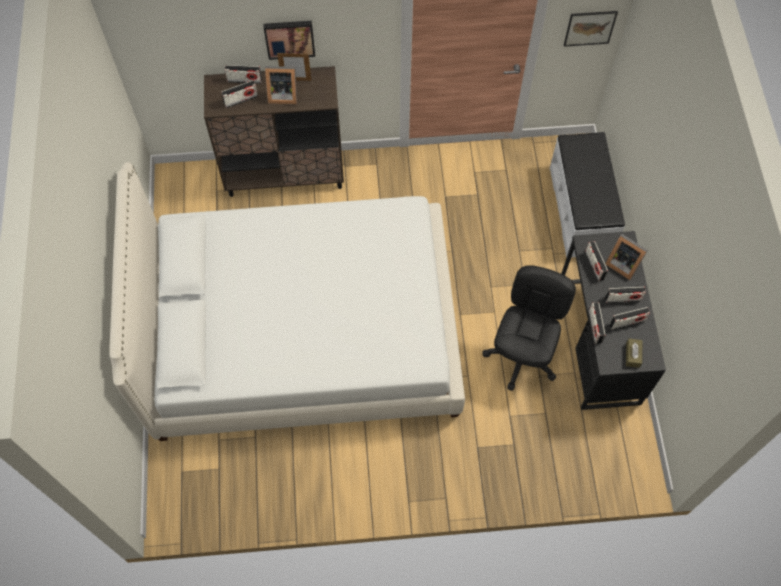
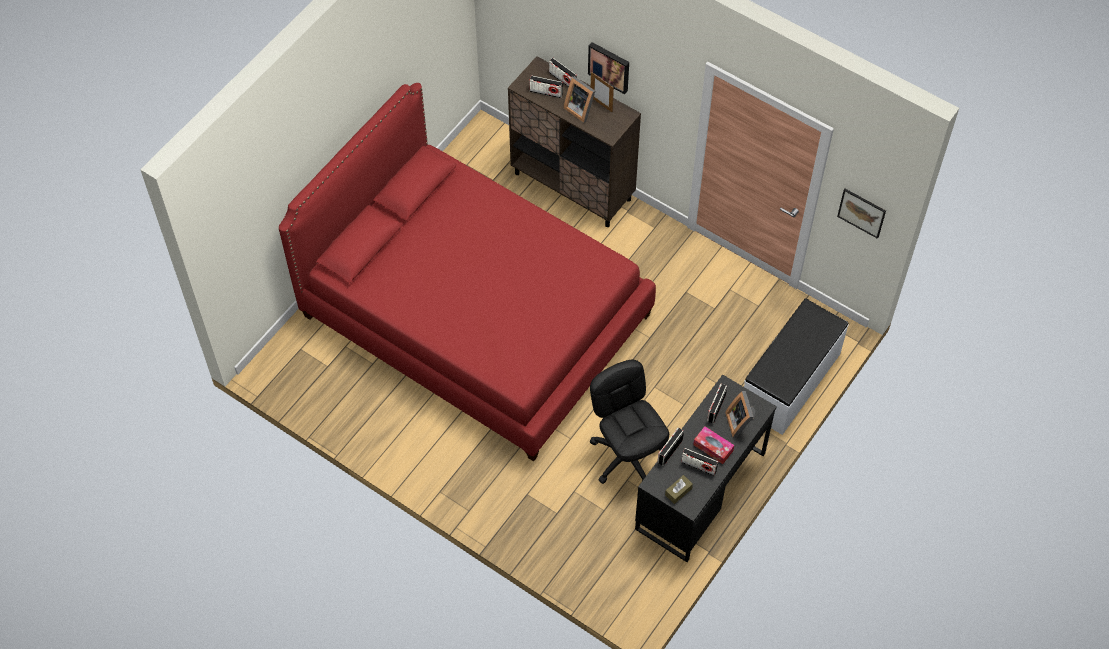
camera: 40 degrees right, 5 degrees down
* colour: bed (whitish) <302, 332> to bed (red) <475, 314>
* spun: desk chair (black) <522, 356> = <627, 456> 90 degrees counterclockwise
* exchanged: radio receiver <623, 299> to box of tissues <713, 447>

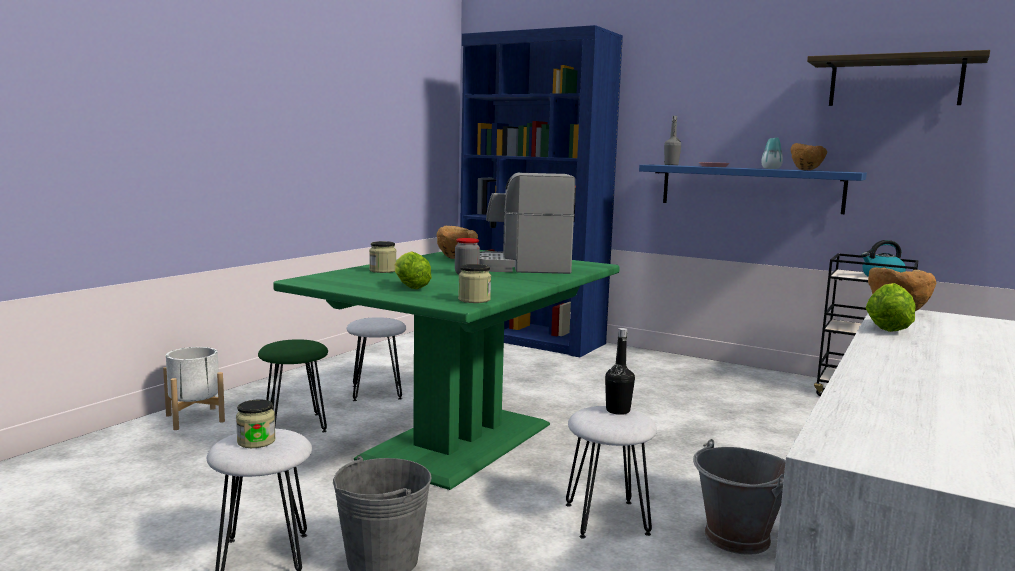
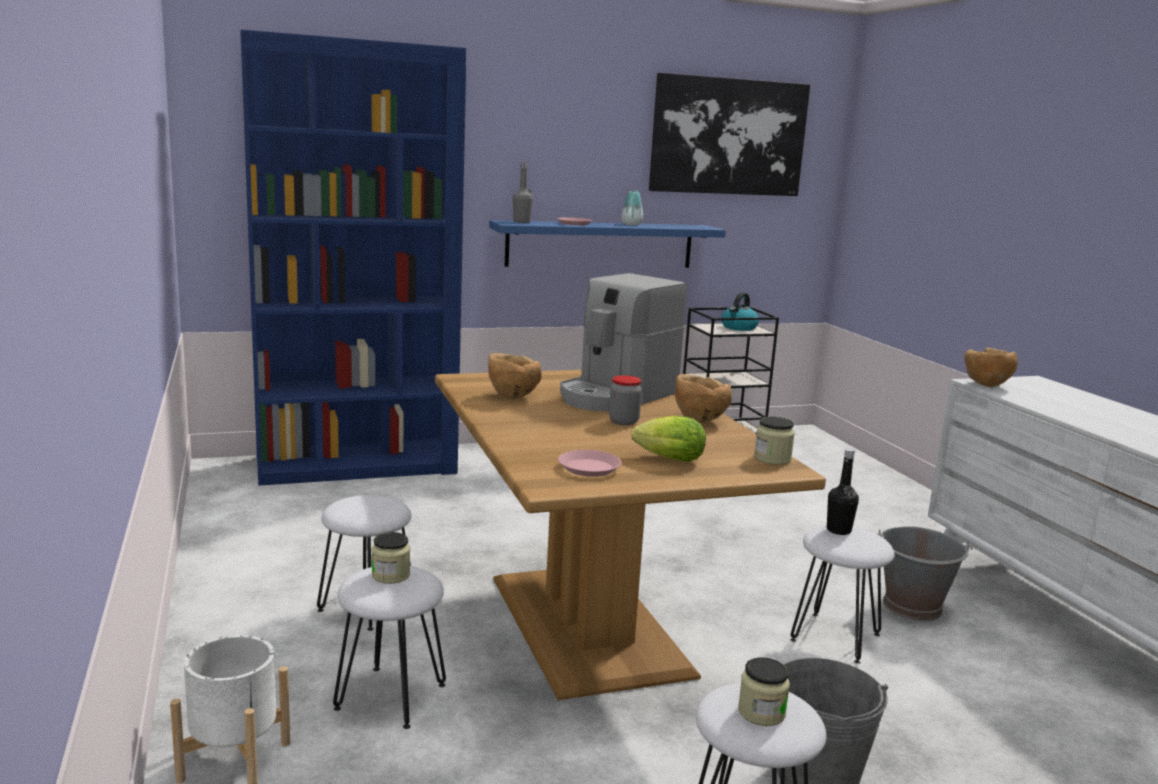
camera: 50 degrees left, 5 degrees up
* exchanged: bracket shelf <895, 82> to wall art <728, 136>
* relocated: deep dish (brownish) <806, 170> to <699, 420>
* relocated: jar <383, 270> to <390, 575>
* colour: dining table (green-coloured) <461, 442> to dining table (brownish) <590, 624>
* missing: lettuce head <887, 327>
* colour: stool (green-coloured) <295, 425> to stool (whitish) <389, 696>
* appeared: dinner plate (pinkish) <589, 468>

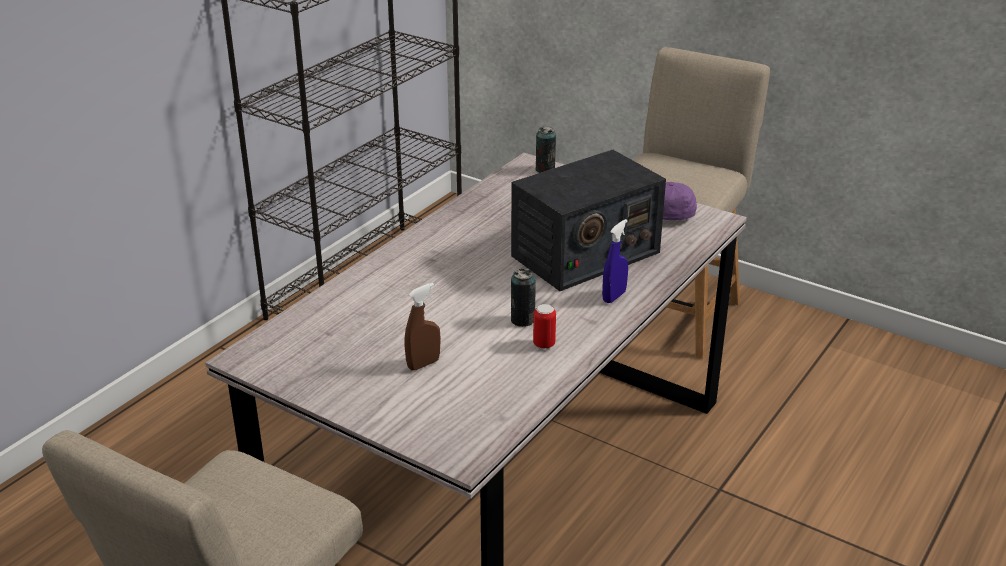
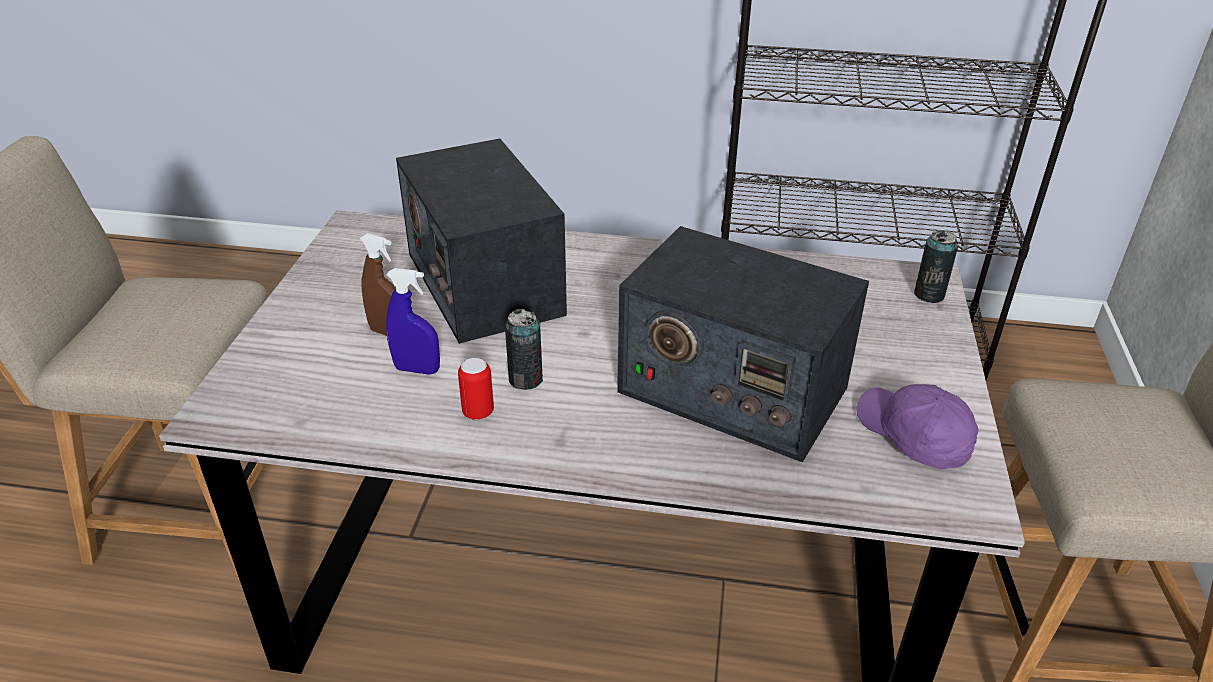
camera: 65 degrees right, 5 degrees up
* relocated: sprayer (blue-coloured) <614, 297> to <417, 369>
* appeared: radio receiver <483, 283>

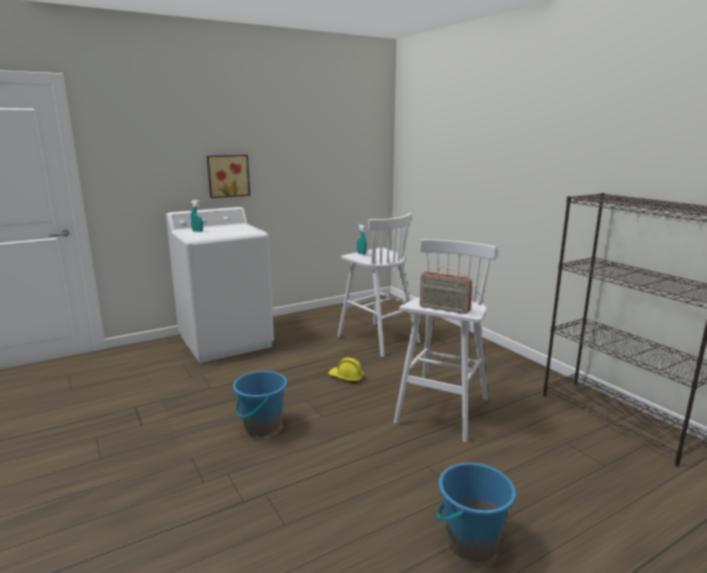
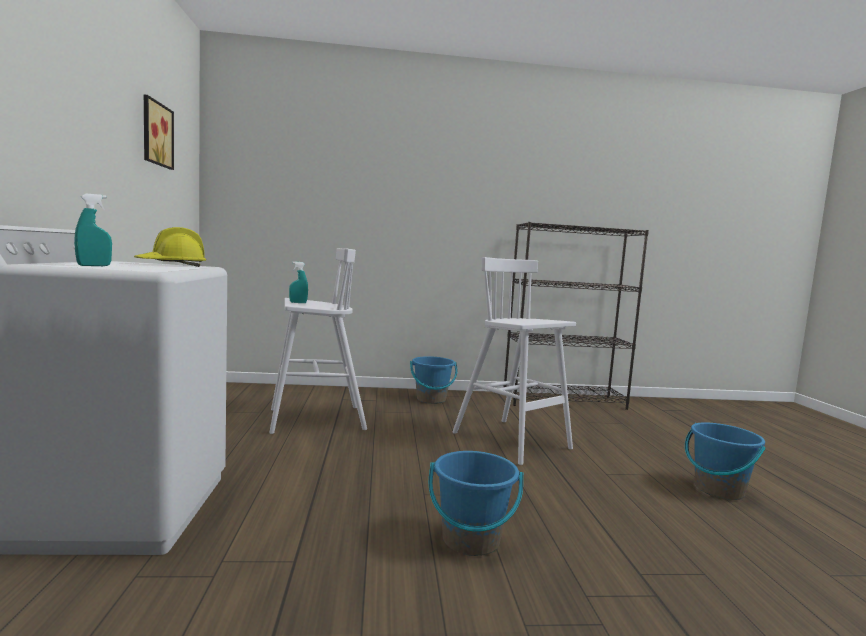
camera: 65 degrees left, 10 degrees down
* relocated: wall art <228, 176> to <155, 134>
* missing: radio receiver <444, 309>
* relocated: hard hat (yellowish) <346, 377> to <171, 265>
* appeared: water bucket (blue-coloured) <431, 399>

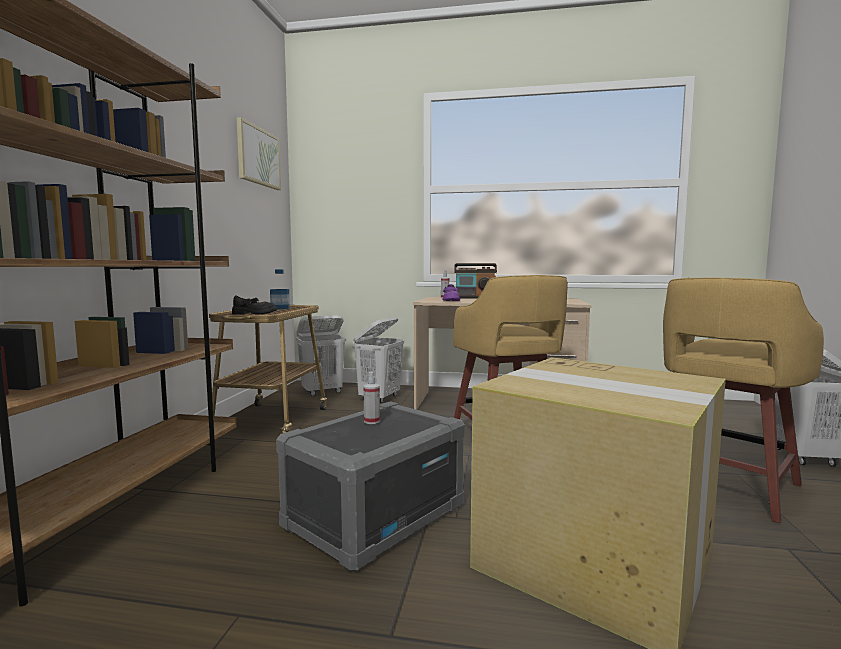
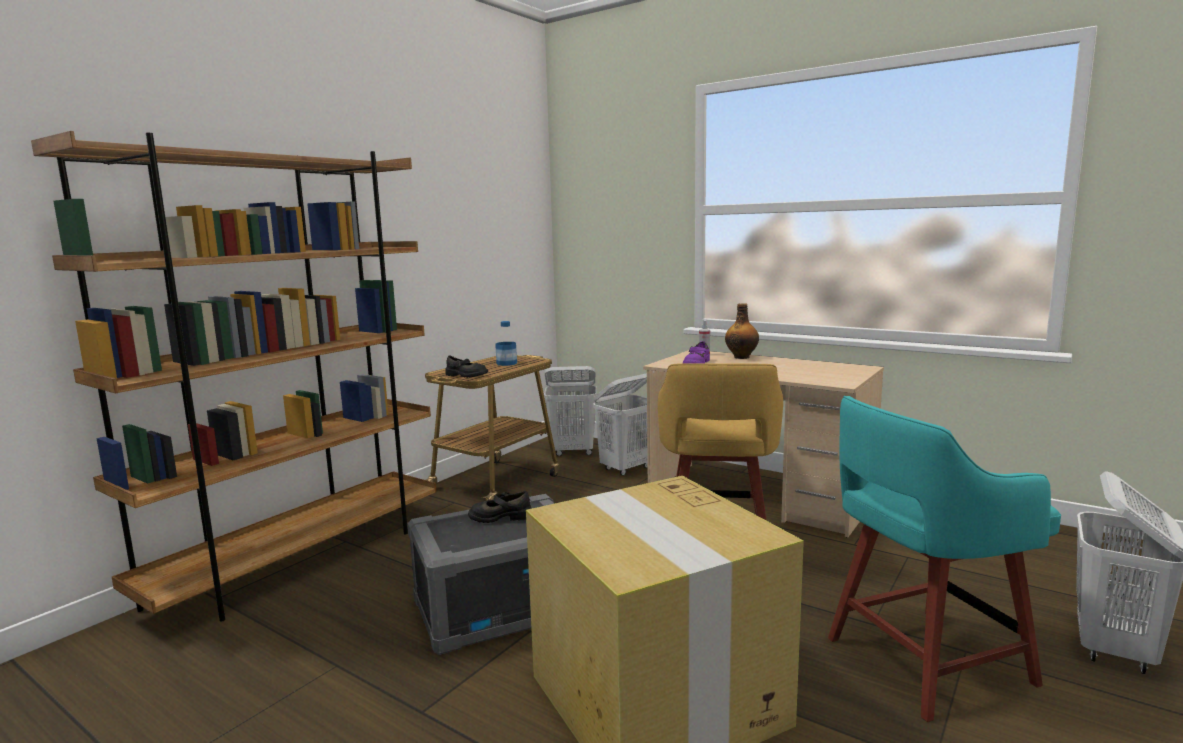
camera: 25 degrees right, 5 degrees up
* missing: wall art <258, 156>
* exchanged: radio receiver <475, 298> to bottle <742, 357>
* colour: stool (yellowish) <724, 485> to stool (turquoise) <922, 661>
* exchanged: sprayer <371, 421> to item of footwear (black) <500, 517>

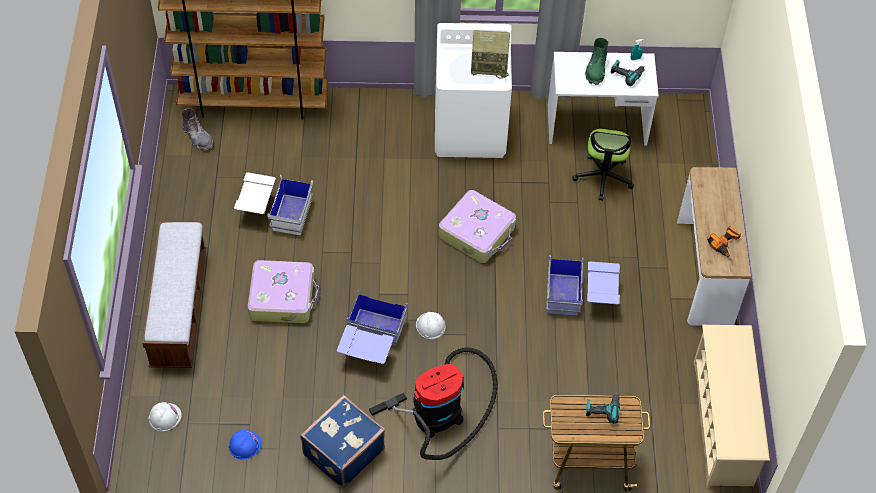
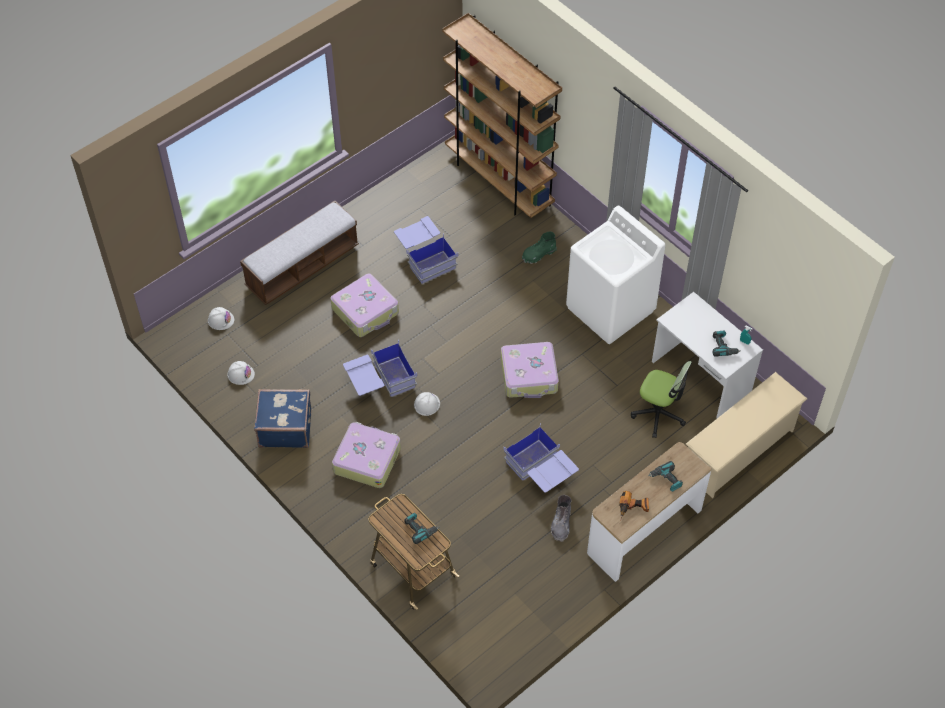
camera: 50 degrees right, 0 degrees up
* missing: radio receiver <490, 65>
* relocated: high-top boot (green-coloured) <596, 70> to <538, 254>
* relocated: high-top boot (greyish) <198, 137> to <561, 524>
* spun: desk chair <603, 177> = <658, 414> 120 degrees counterclockwise
* colour: storage container (whitish) <275, 212> to storage container (blue-coloured) <425, 258>
* relocated: shoe shelf (beige) <723, 423> to <738, 451>
* exchanged: hoover <442, 412> to piece of luggage <367, 459>
* colour: hard hat (blue-coloured) <245, 445> to hard hat (whitish) <240, 374>
* appeared: power drill <666, 479>

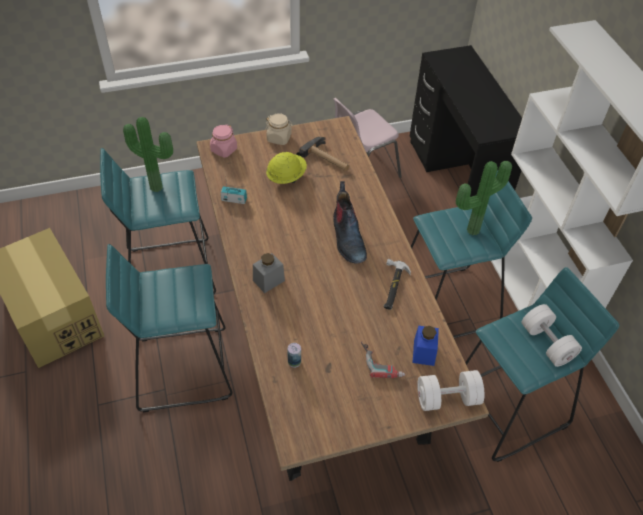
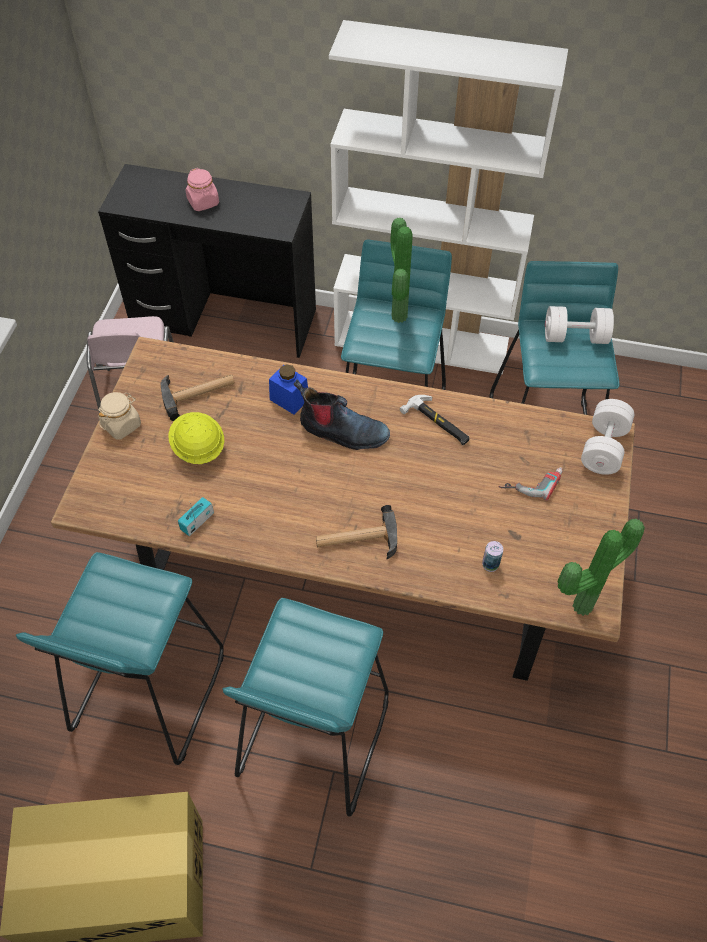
camera: 60 degrees left, 5 degrees up
* relocated: potted plant <157, 186> to <579, 603>
* relocated: jar (pinkish) <224, 150> to <203, 202>
* exchanged: jar (greyish) <268, 280> to hand hammer <357, 540>
* relocated: jar (blue-coloured) <424, 352> to <289, 399>

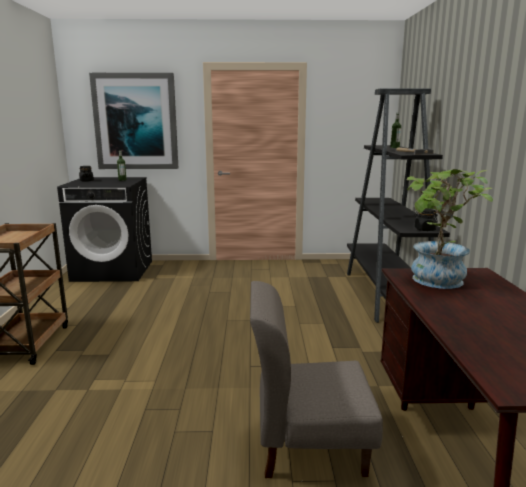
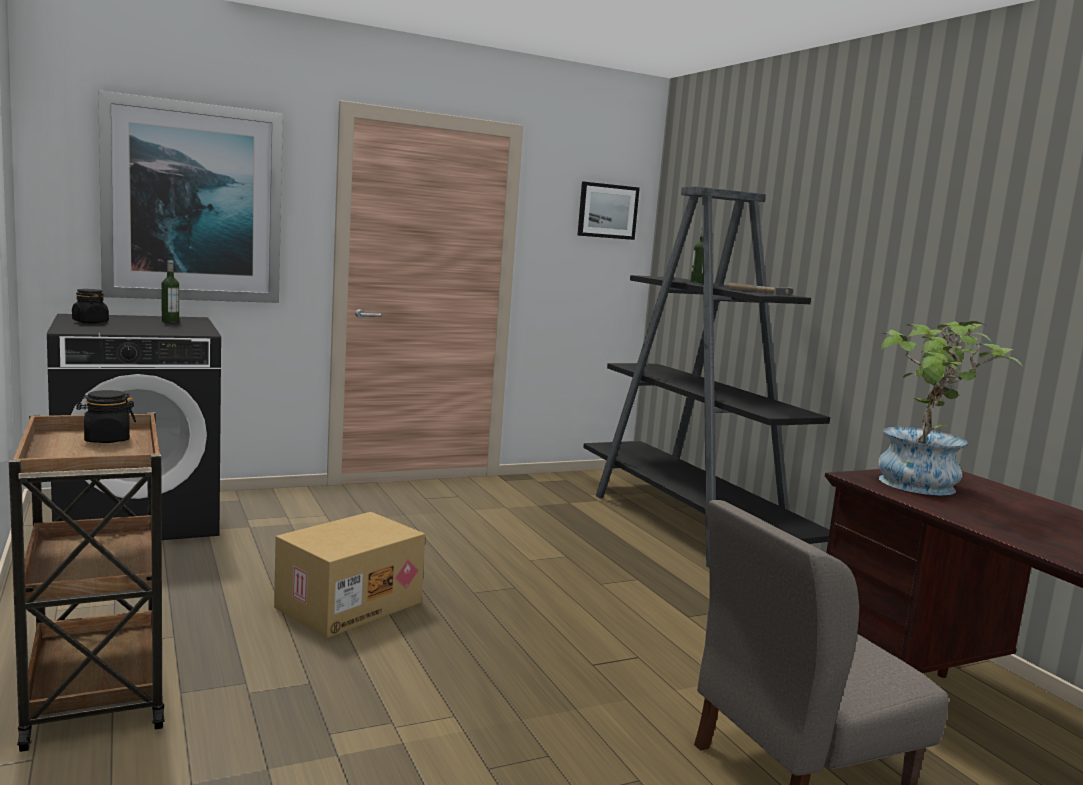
camera: 25 degrees left, 5 degrees down
* relocated: jar (black) <424, 229> to <107, 439>
* appeared: wall art <607, 211>
* appeared: carton <348, 604>

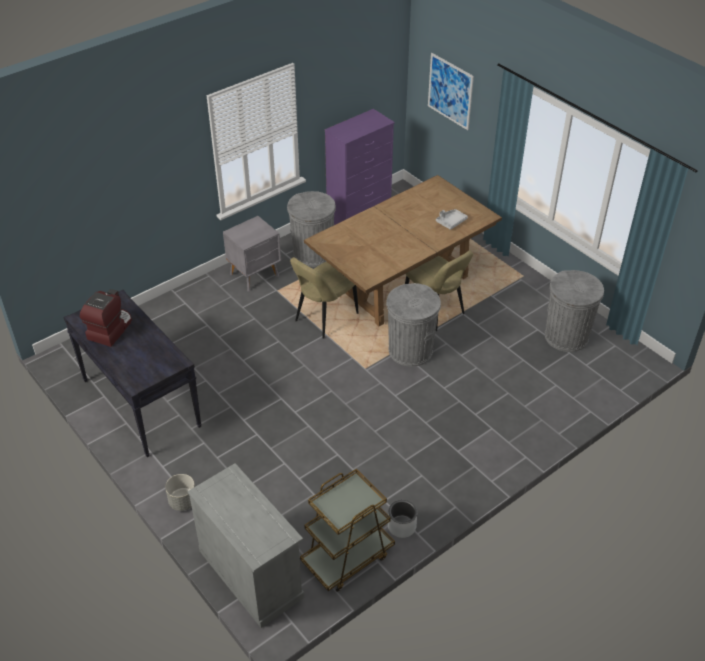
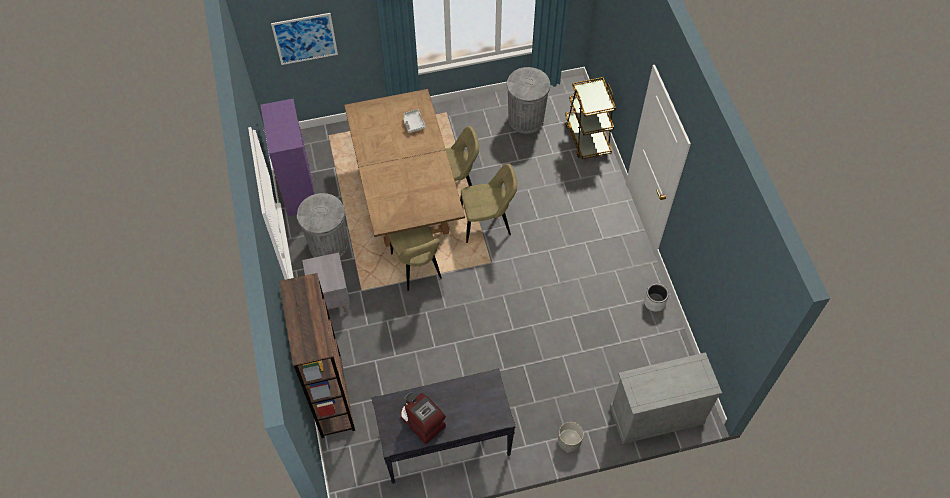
camera: 65 degrees left, 15 degrees up
* exchanged: waste bin (greyish) <410, 351> to chair (beige) <487, 223>
* relocated: cart (brownish) <347, 557> to <587, 138>
* appeared: bookshelf (brownish) <331, 396>

